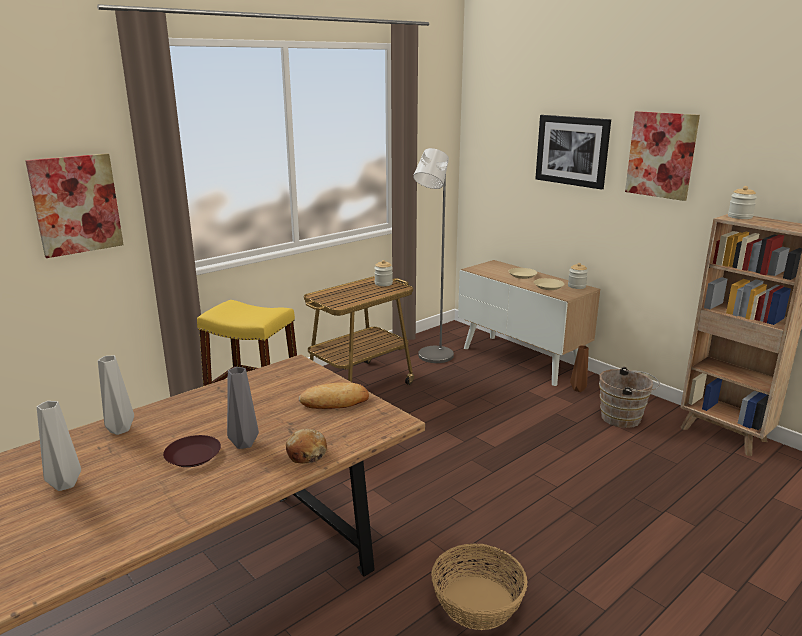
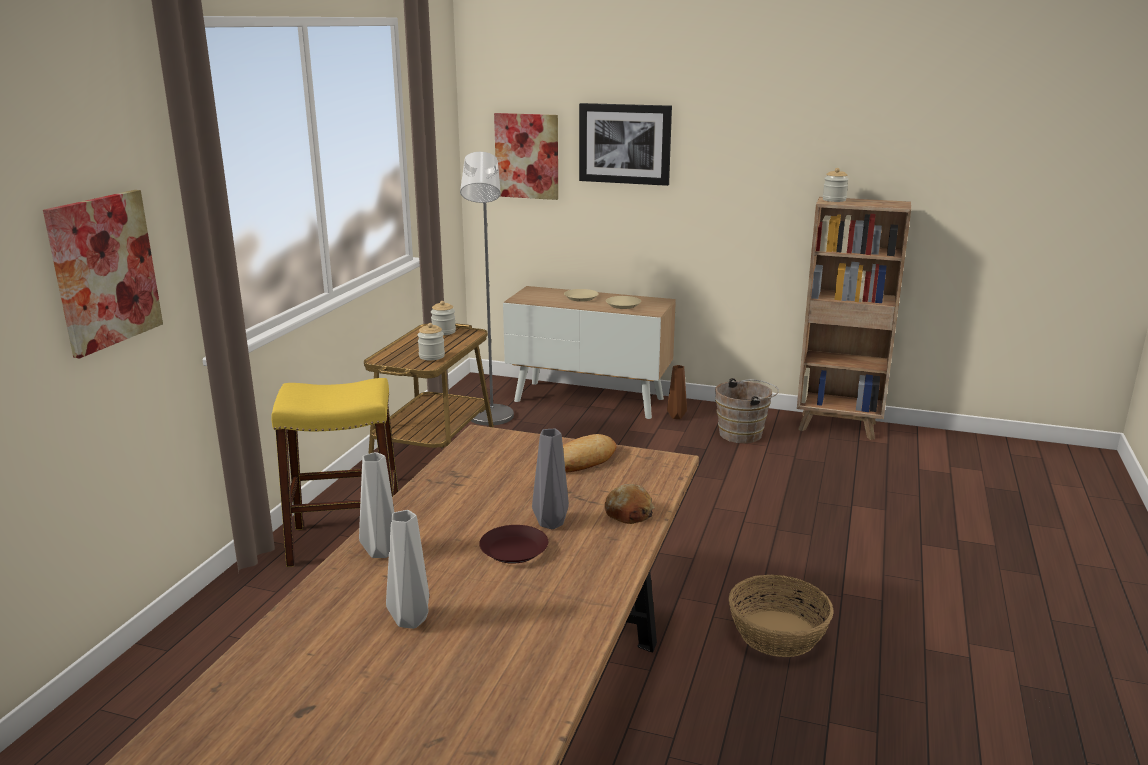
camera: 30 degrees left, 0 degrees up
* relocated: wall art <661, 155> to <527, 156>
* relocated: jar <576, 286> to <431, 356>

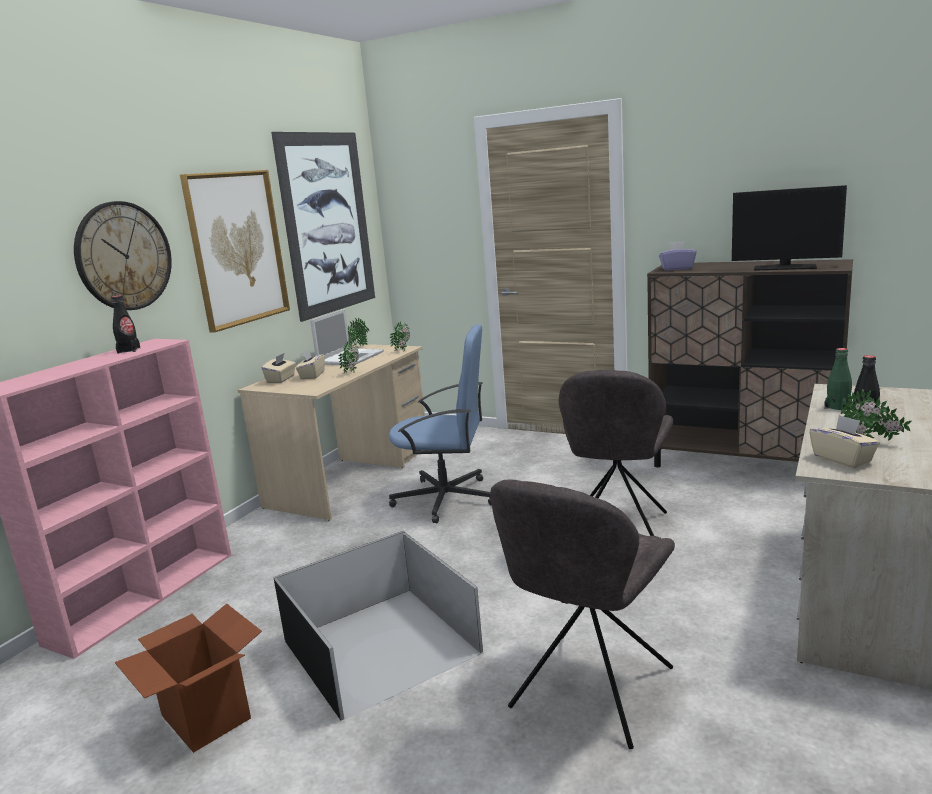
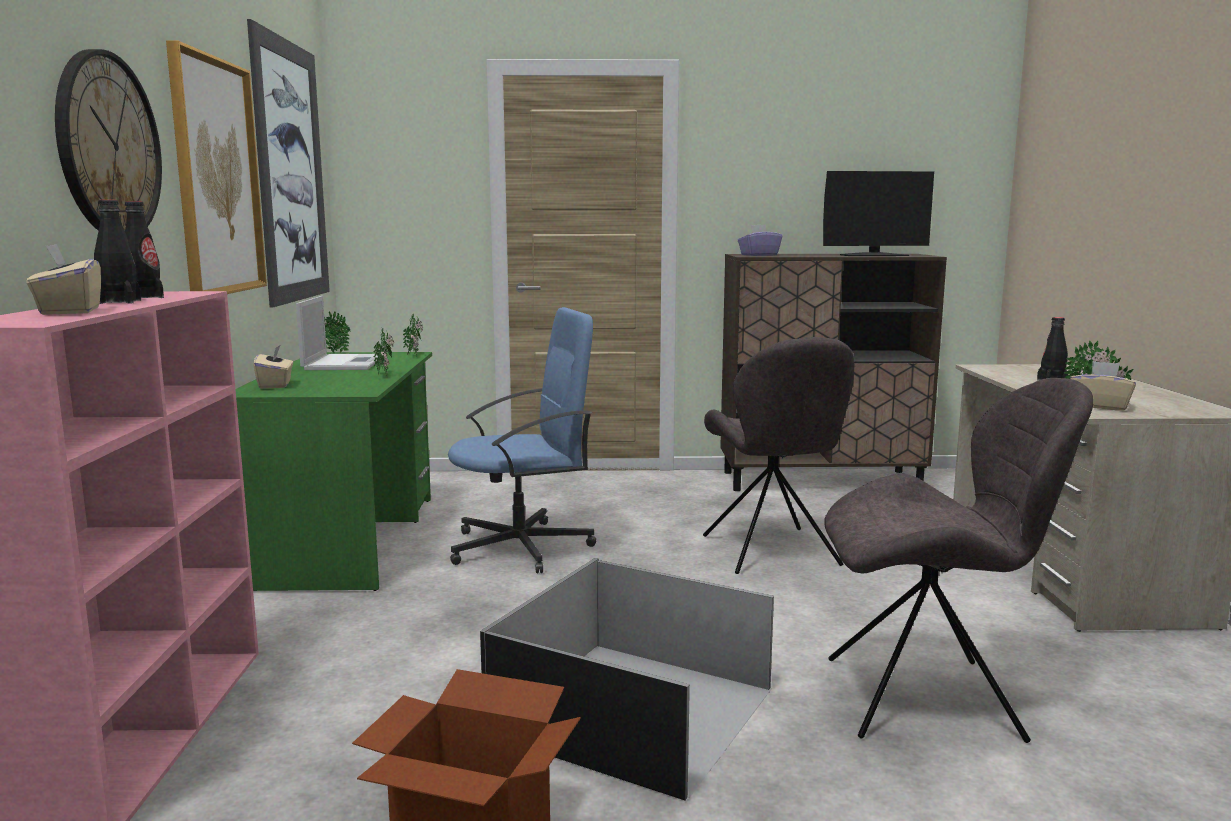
camera: 30 degrees left, 5 degrees down
* colour: desk (beige) <351, 477> to desk (green-coloured) <349, 540>
* missing: bottle (green-coloured) <837, 407>
* relocated: box of tissues (beige) <312, 375> to <69, 311>
* spun: chair (greyish) <589, 692> = <930, 698> 90 degrees counterclockwise
* appeared: bottle (black) <119, 302>

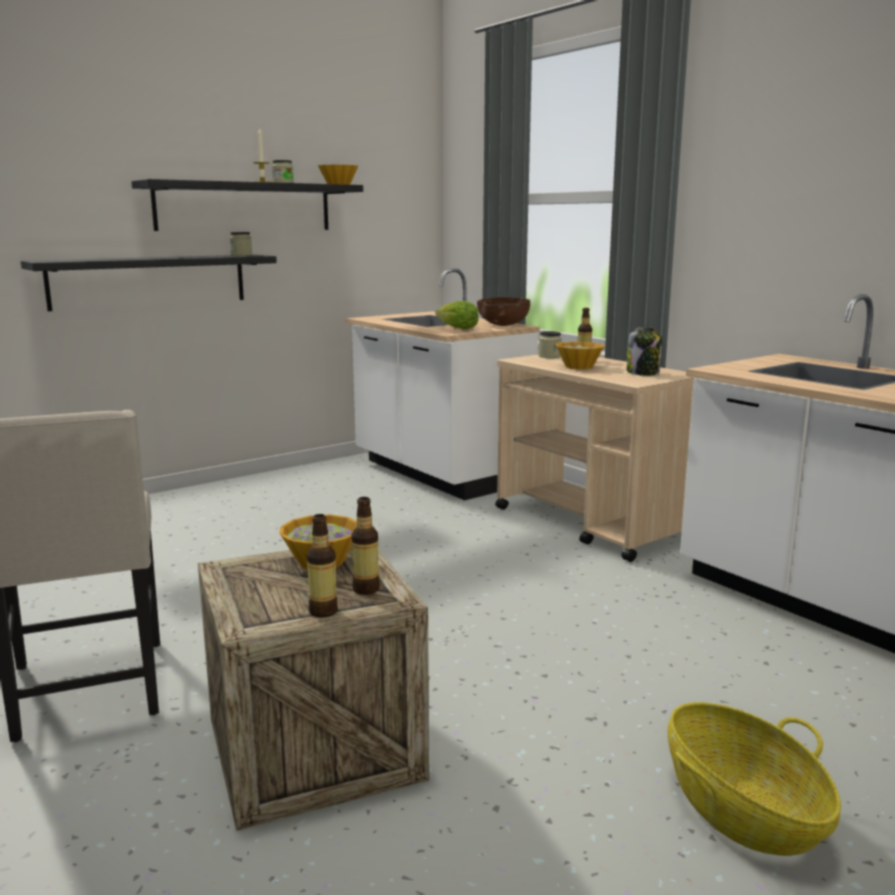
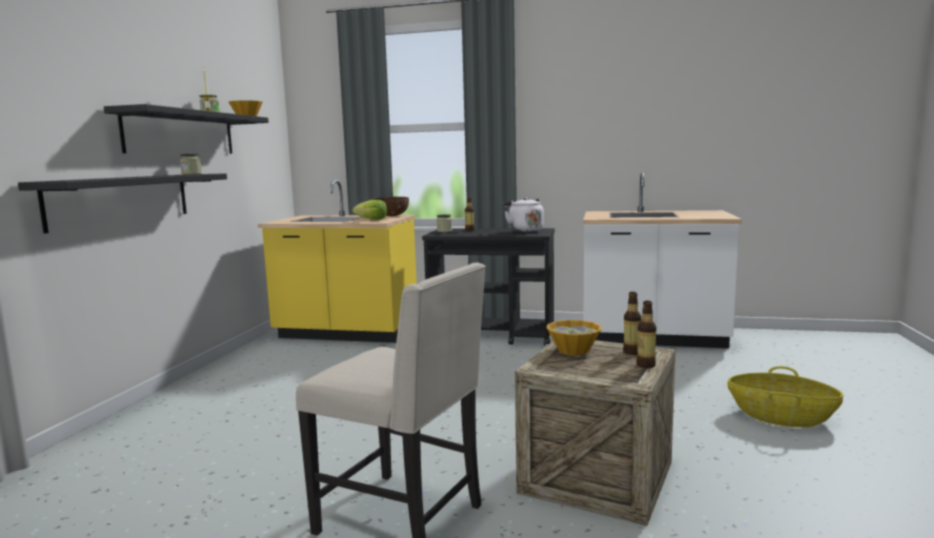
camera: 40 degrees left, 5 degrees down
* colour: kitchen counter (whitish) <438, 473> to kitchen counter (yellowish) <347, 333>
* exchanged: jar <643, 373> to tea kettle (whitish) <524, 231>
* missing: deep dish <578, 366>
* colour: cart (beige) <591, 524> to cart (black) <493, 335>

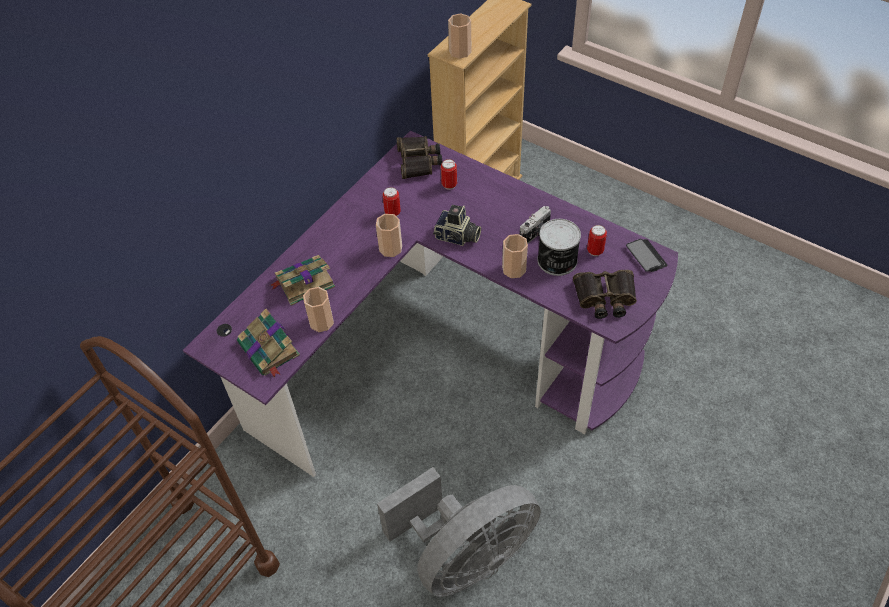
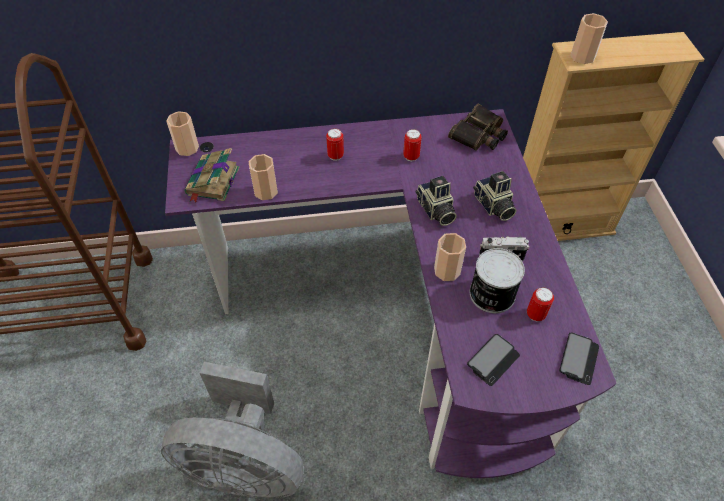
camera: 45 degrees right, 0 degrees up
* relocated: sealed can <449, 185> to <335, 156>
* relocated: drinking cup <390, 248> to <187, 148>
* missing: book <303, 283>
* exchanged: pair of binoculars <605, 298> to phone <493, 360>
* appeared: photo camera <493, 206>

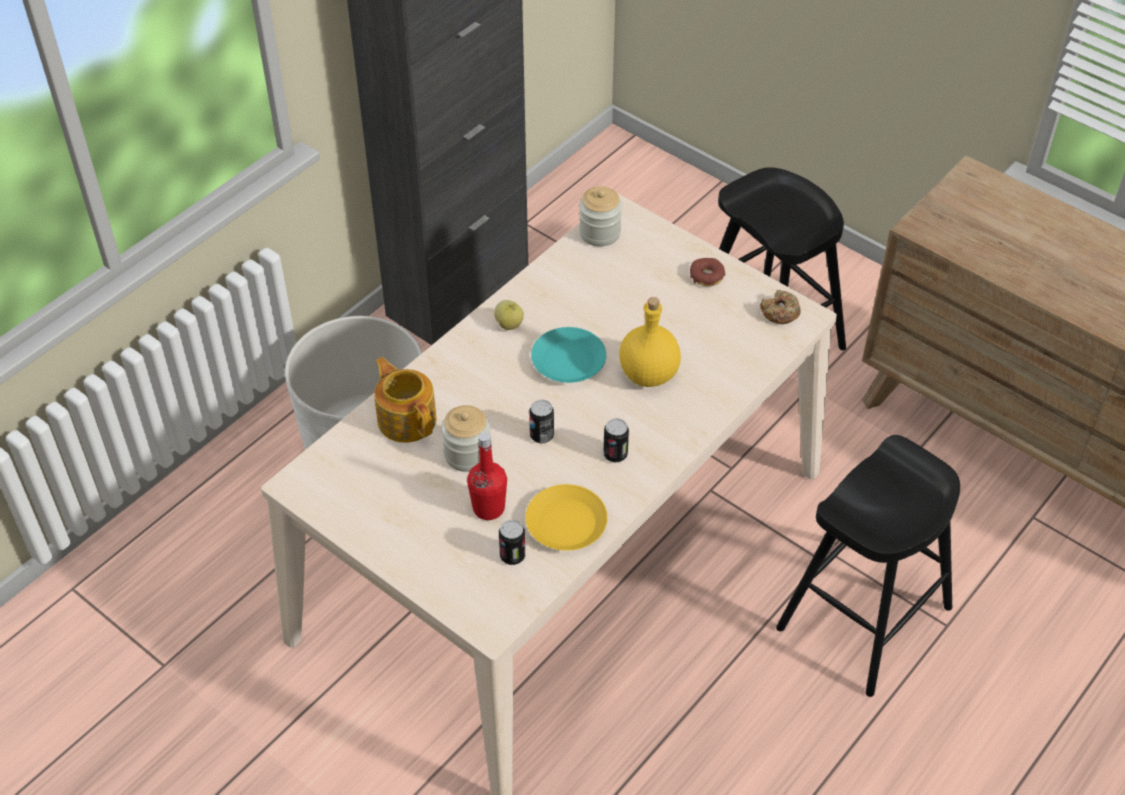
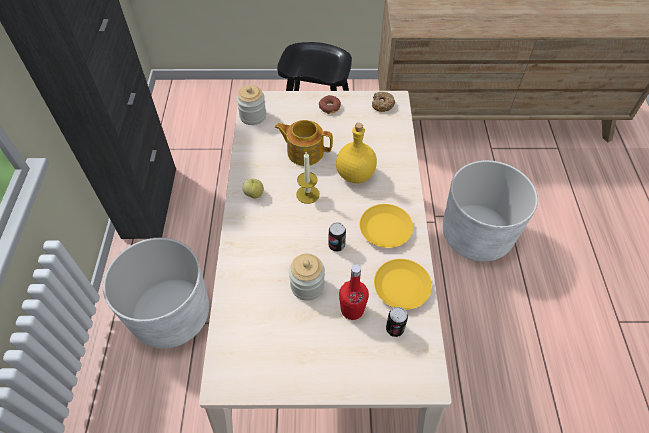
camera: 40 degrees left, 5 degrees up
* exchanged: dinner plate (turquoise) <568, 361> to candle <307, 194>
* relocated: teapot <407, 418> to <304, 151>
* exchanged: sealed can <615, 454> to dinner plate (yellowish) <385, 229>
* exchanged: stool (black) <864, 617> to flower pot (whitish) <476, 235>

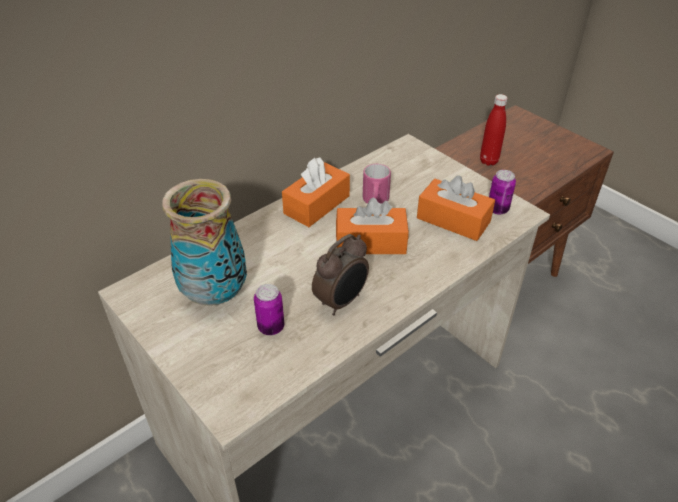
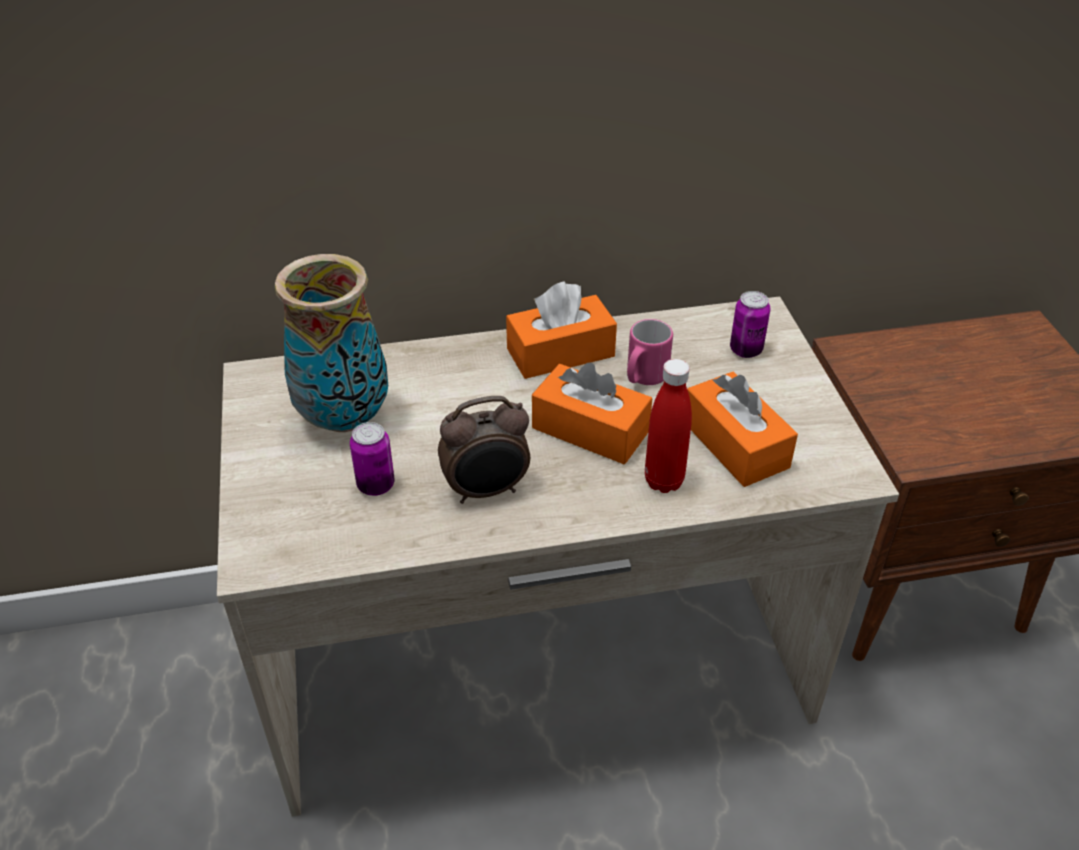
camera: 30 degrees right, 0 degrees up
* relocated: bottle (red) <488, 161> to <663, 481>
* relocated: sealed can <497, 209> to <745, 350>

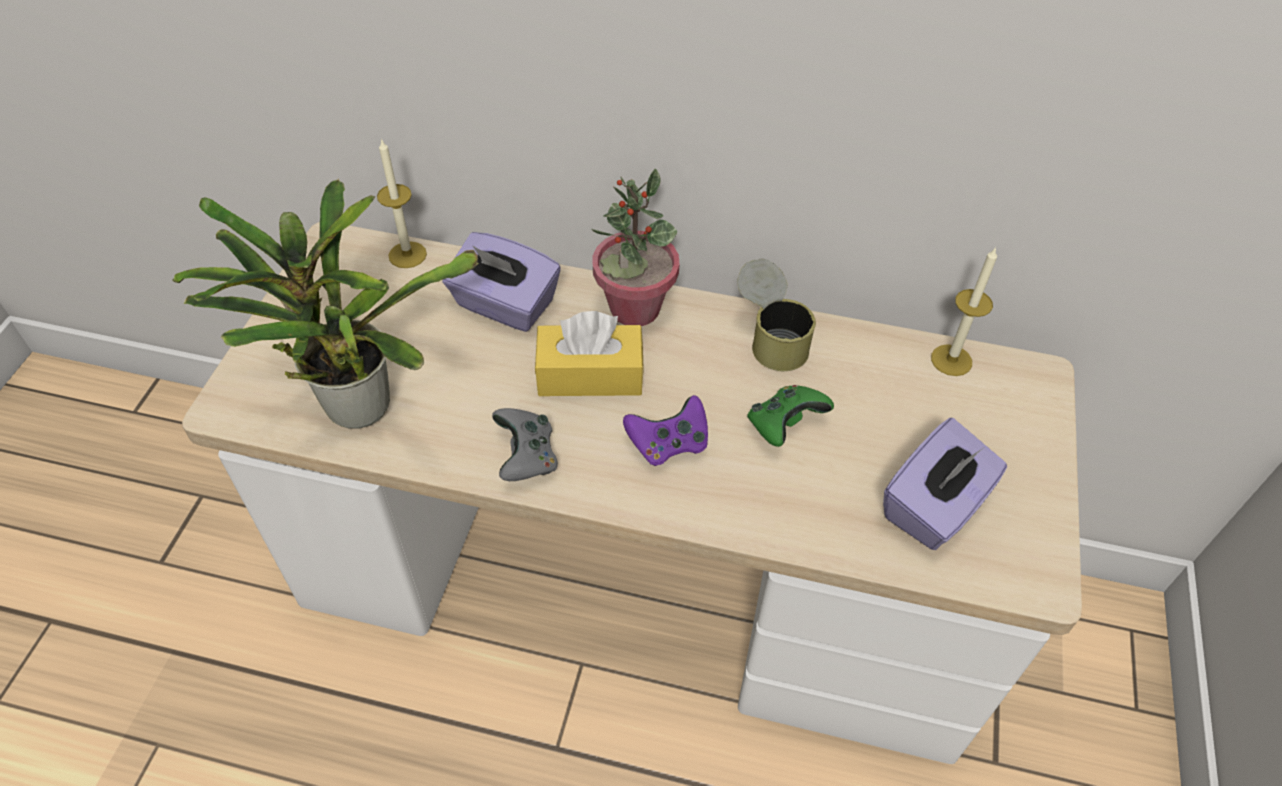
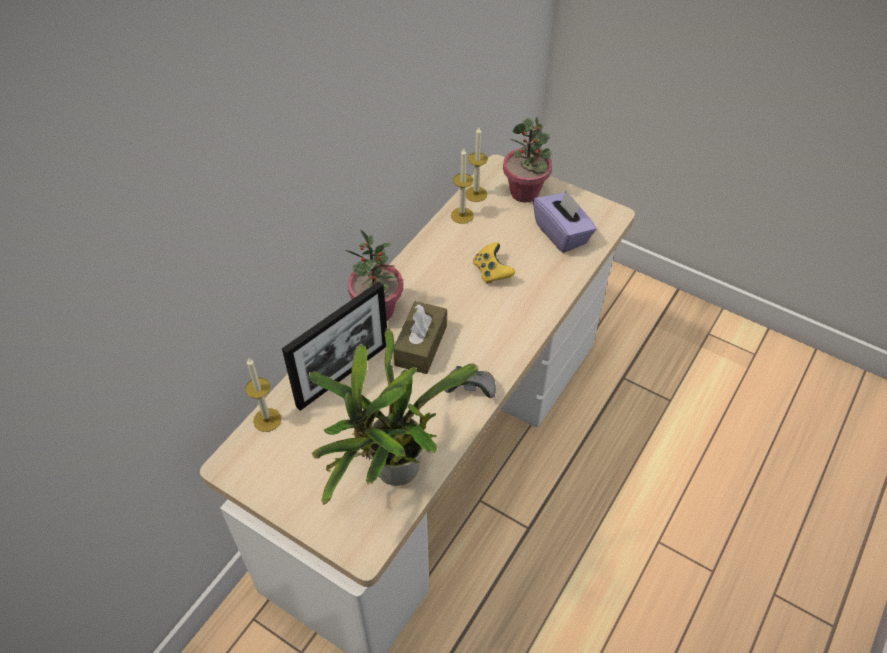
camera: 70 degrees left, 0 degrees up
* exchanged: box of tissues (purple-coloured) <504, 305> to standing frame <343, 375>
* missing: sealed can <770, 337>
* colour: box of tissues (yellowish) <590, 375> to box of tissues (brownish) <421, 345>
* colour: game controller (green-coloured) <784, 425> to game controller (yellowish) <491, 272>
* missing: game controller (purple-coloured) <668, 444>
* appeared: potted plant <525, 193>
* appeared: candle <462, 215>

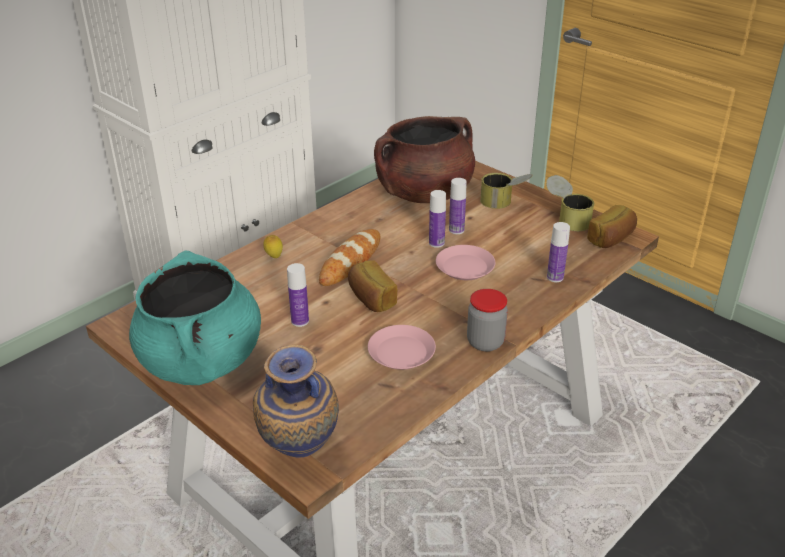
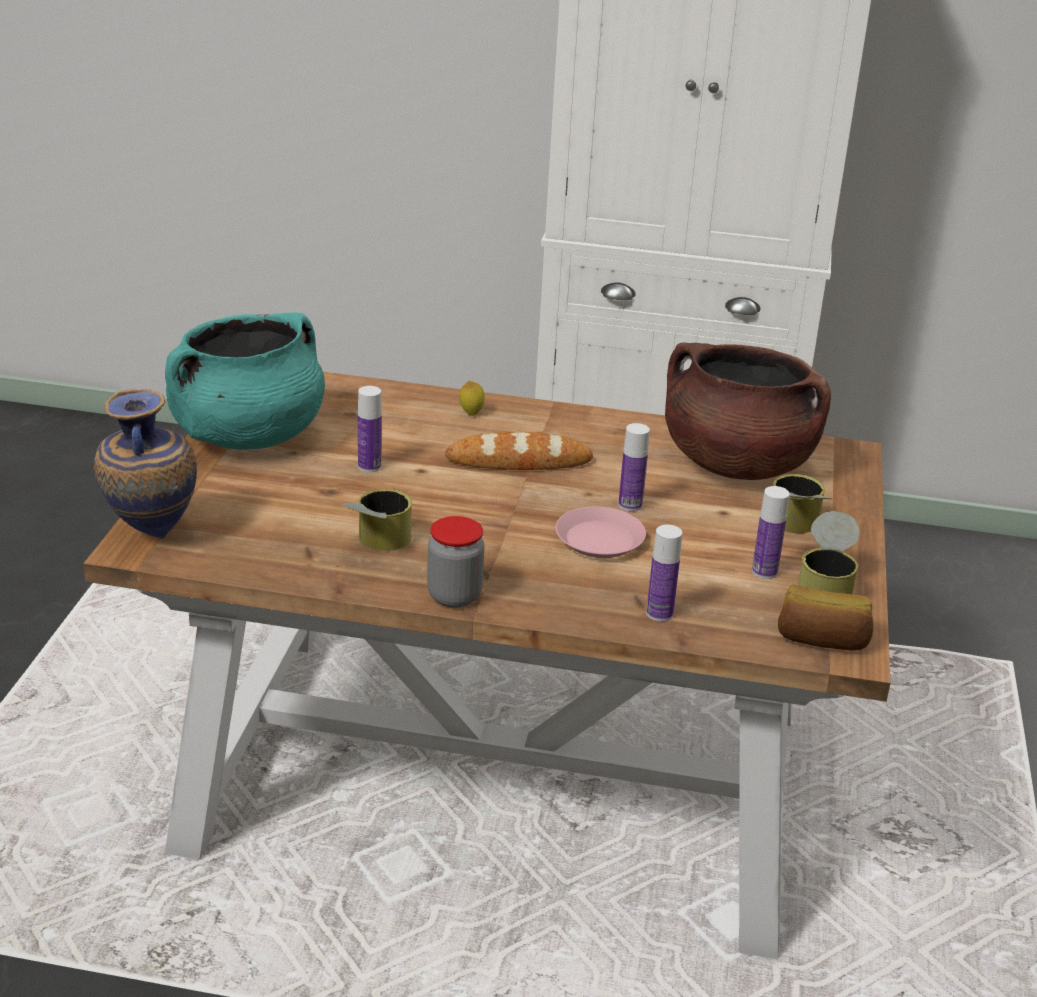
camera: 55 degrees right, 5 degrees down
* relocated: bottle <456, 230> to <764, 572>
* missing: baked bread <370, 299>
* exchanged: dinner plate (pinkish) <401, 353> to sealed can <375, 544>

